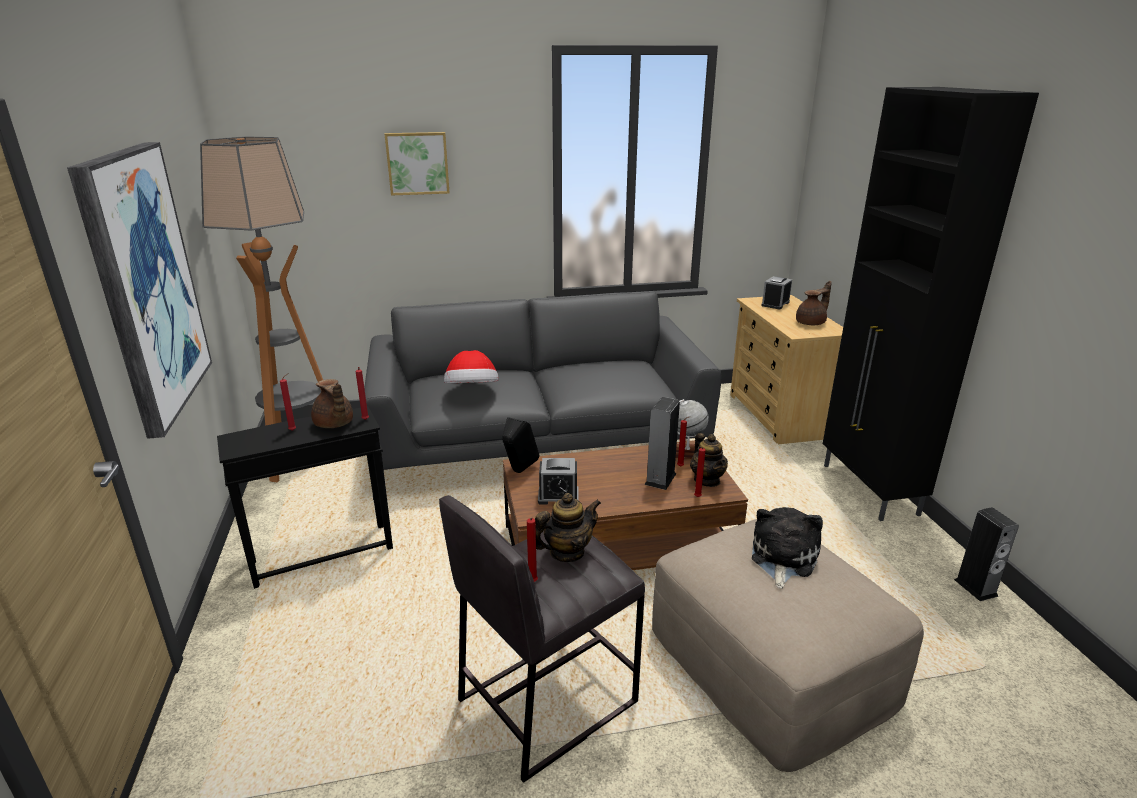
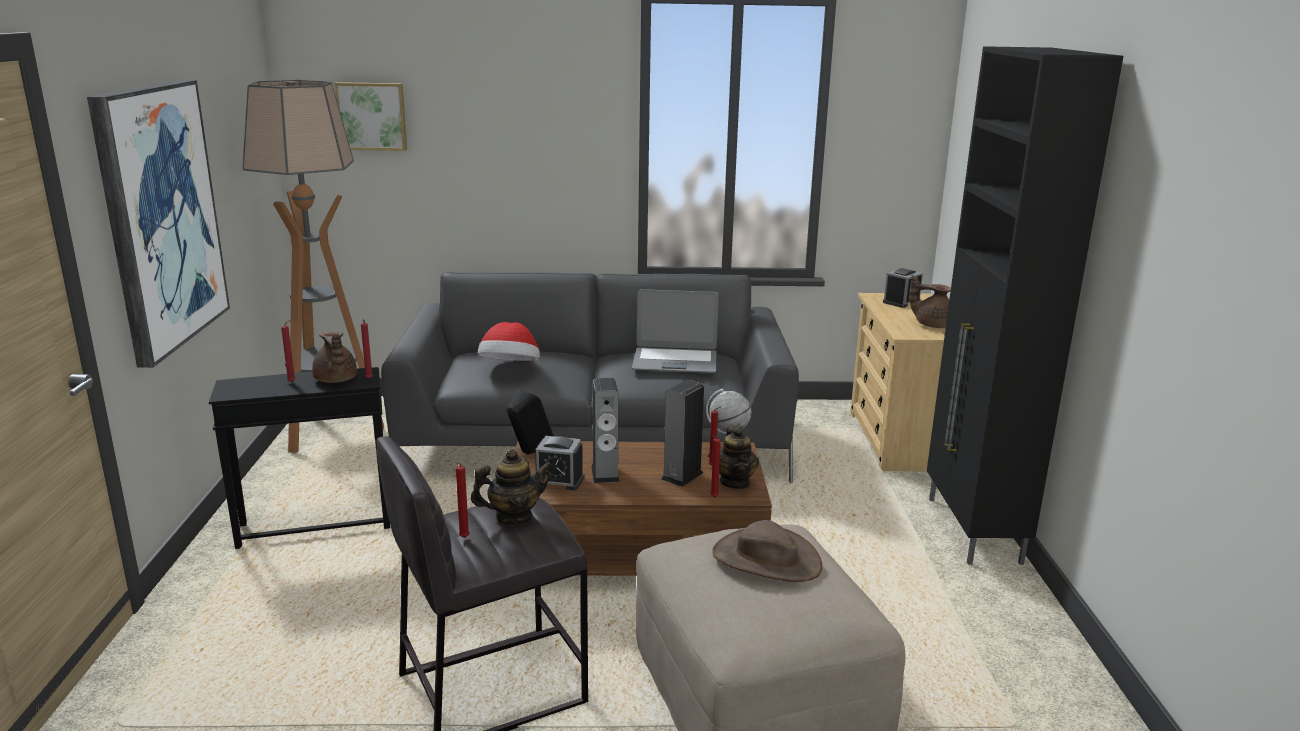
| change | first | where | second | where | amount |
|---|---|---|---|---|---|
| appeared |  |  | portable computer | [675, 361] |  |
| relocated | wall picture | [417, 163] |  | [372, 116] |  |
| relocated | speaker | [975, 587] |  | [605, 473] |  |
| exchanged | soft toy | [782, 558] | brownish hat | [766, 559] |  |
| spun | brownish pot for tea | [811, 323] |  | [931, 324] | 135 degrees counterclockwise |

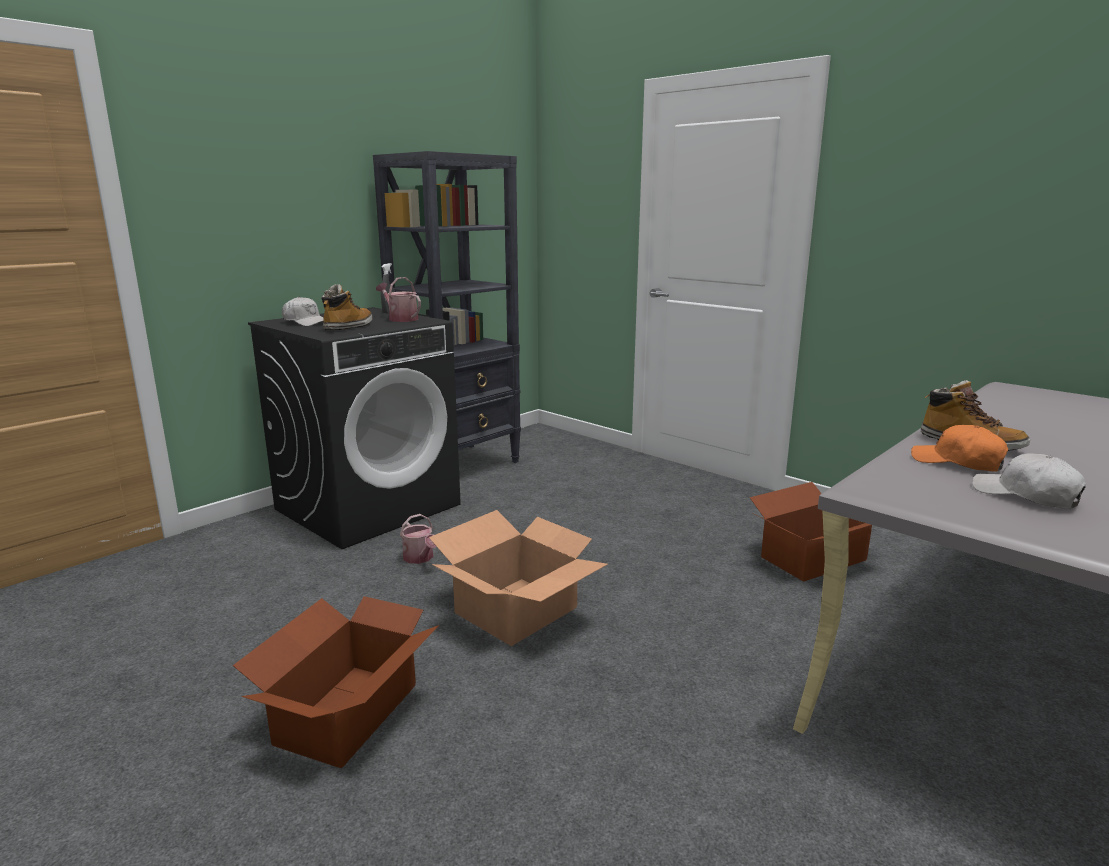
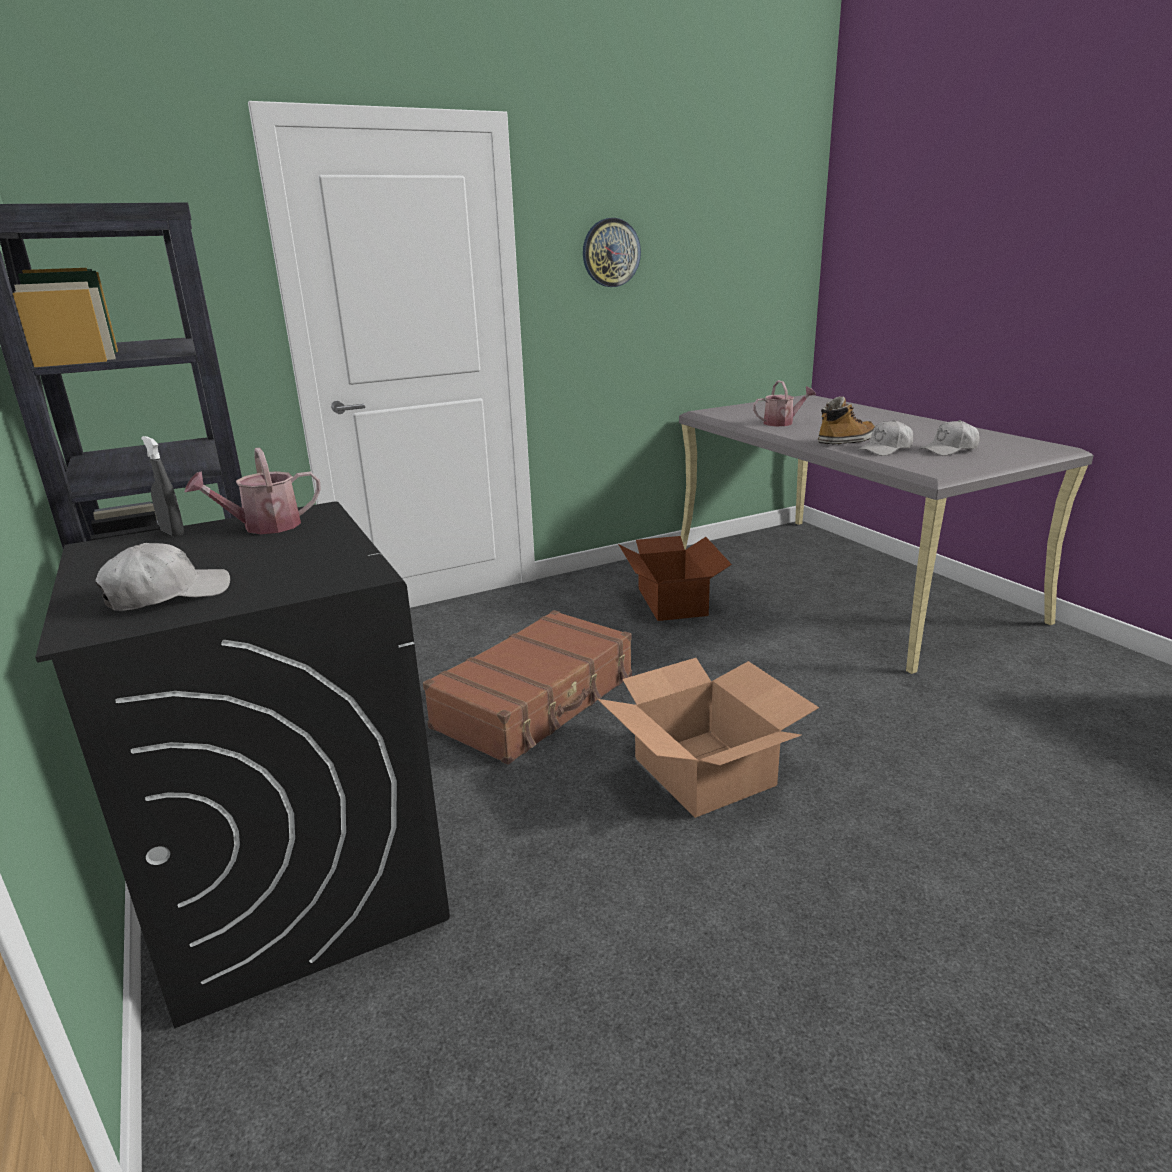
| change | first | where | second | where | amount |
|---|---|---|---|---|---|
| missing | packing box | [345, 714] |  |  |  |
| missing | high-top boot | [349, 327] |  |  |  |
| appeared |  |  | brownish piece of luggage | [537, 702] |  |
| appeared |  |  | hanging clock | [611, 253] |  |
| relocated | watering pot | [420, 558] |  | [782, 423] |  |
| colour | orange peaked cap | [957, 462] | white-coloured peaked cap | [886, 449] |  |

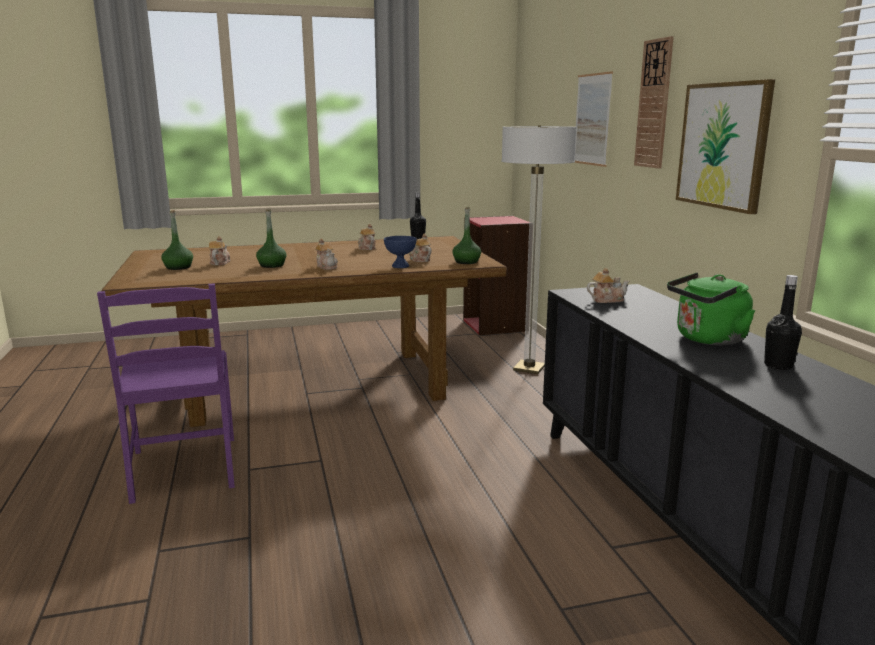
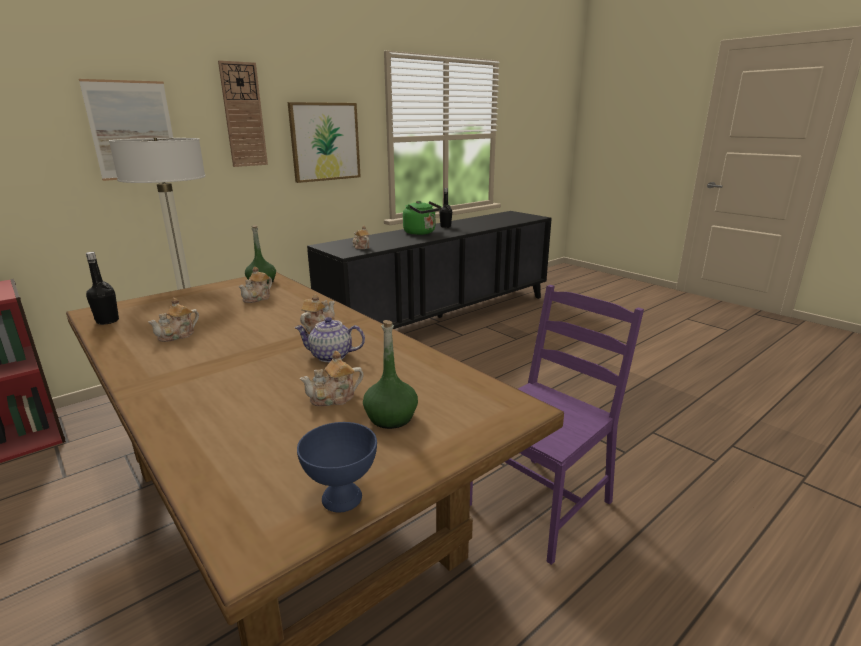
| change | first | where | second | where | amount |
|---|---|---|---|---|---|
| relocated | bluish bowl | [400, 266] |  | [343, 498] |  |
| exchanged | green-coloured bottle | [271, 265] | pot for tea | [330, 356] |  |

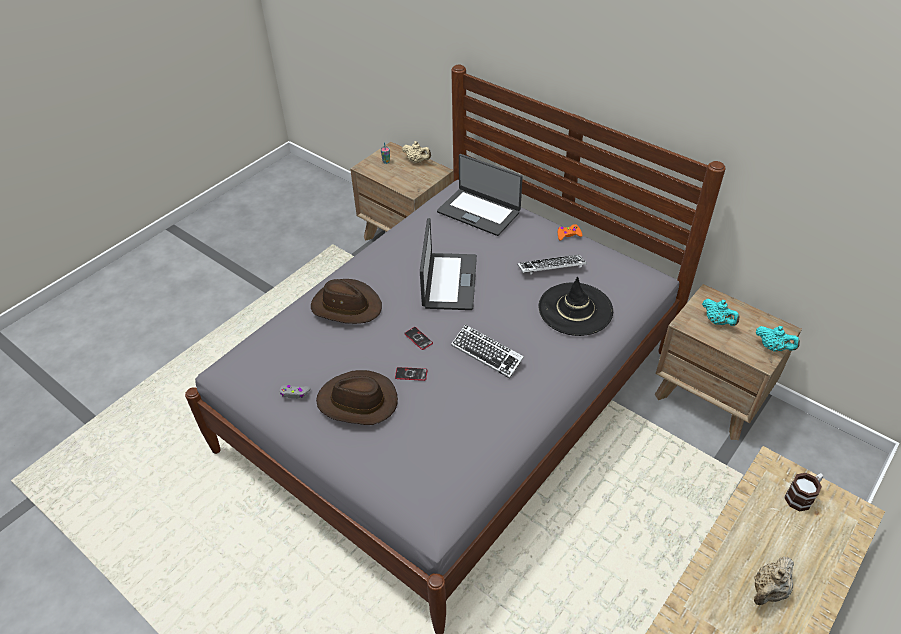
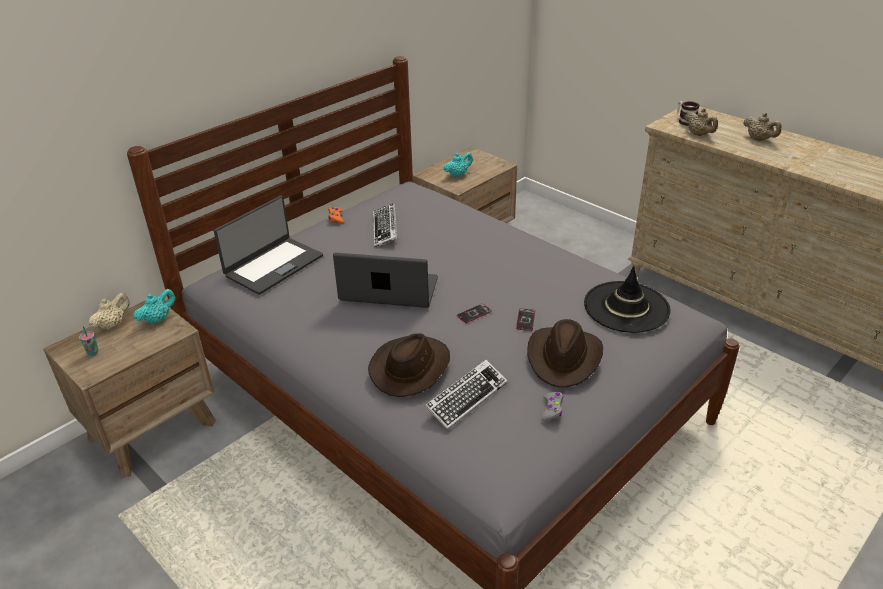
| change | first | where | second | where | amount |
|---|---|---|---|---|---|
| appeared |  |  | sand-coloured pot for tea | [699, 134] |  |
| relocated | computer keyboard | [487, 354] |  | [466, 398] |  |
| relocated | blackish hat | [575, 309] |  | [626, 307] |  |
| relocated | turquoise-coloured pot for tea | [773, 347] |  | [158, 319] |  |

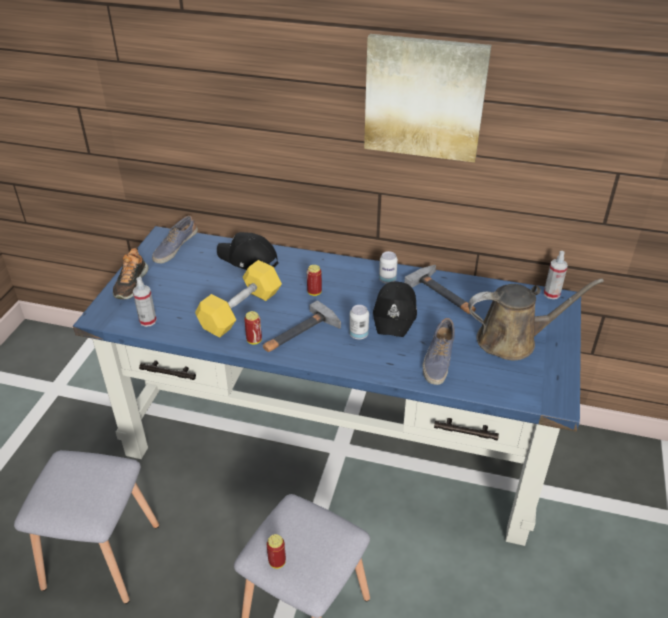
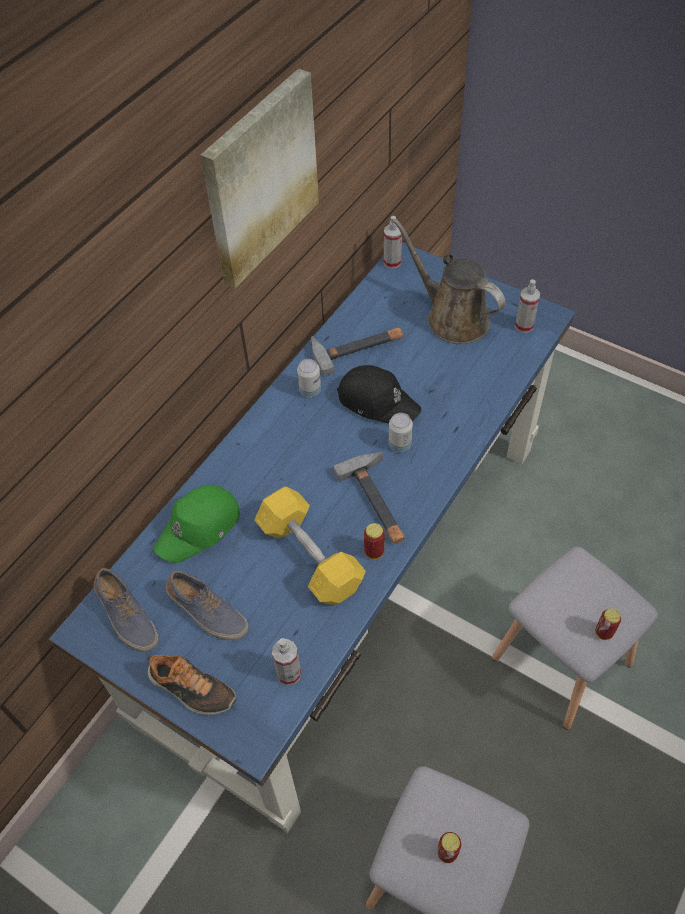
| change | first | where | second | where | amount |
|---|---|---|---|---|---|
| appeared |  |  | spray bottle | [524, 325] |  |
| relocated | sealed can | [314, 292] |  | [447, 852] |  |
| relocated | item of footwear | [438, 360] |  | [207, 613] |  |
| colour | blackish peaked cap | [247, 259] | green-coloured peaked cap | [200, 528] |  |
| spun | brownish watering pot | [512, 340] |  | [452, 317] | 60 degrees counterclockwise |

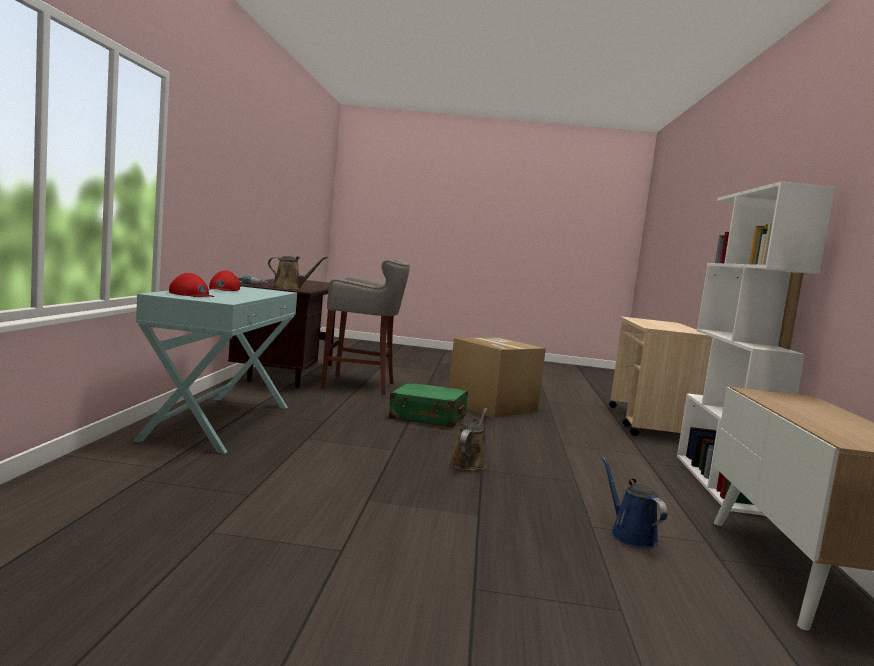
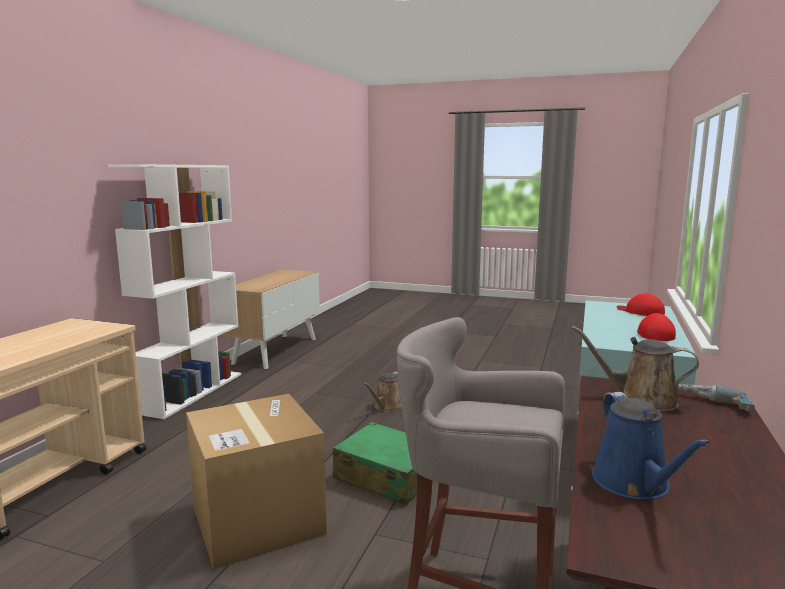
| change | first | where | second | where | amount |
|---|---|---|---|---|---|
| relocated | bluish watering pot | [630, 535] |  | [634, 484] |  |

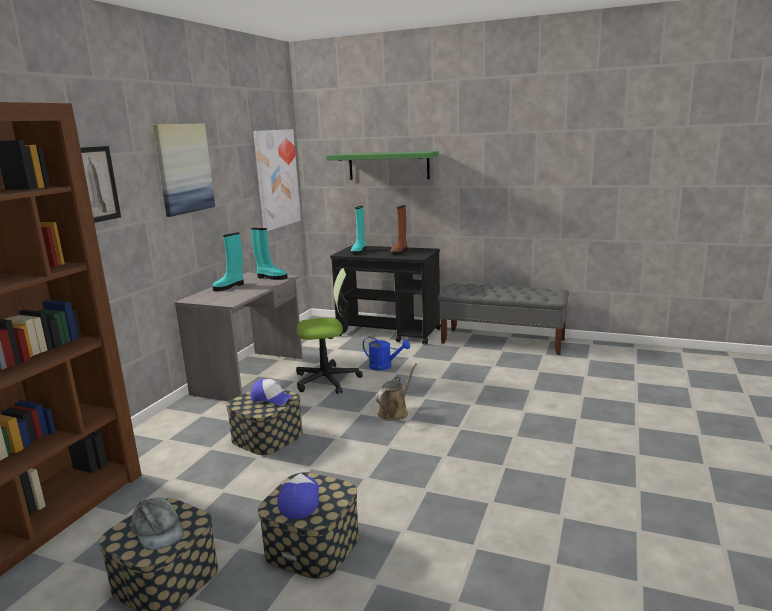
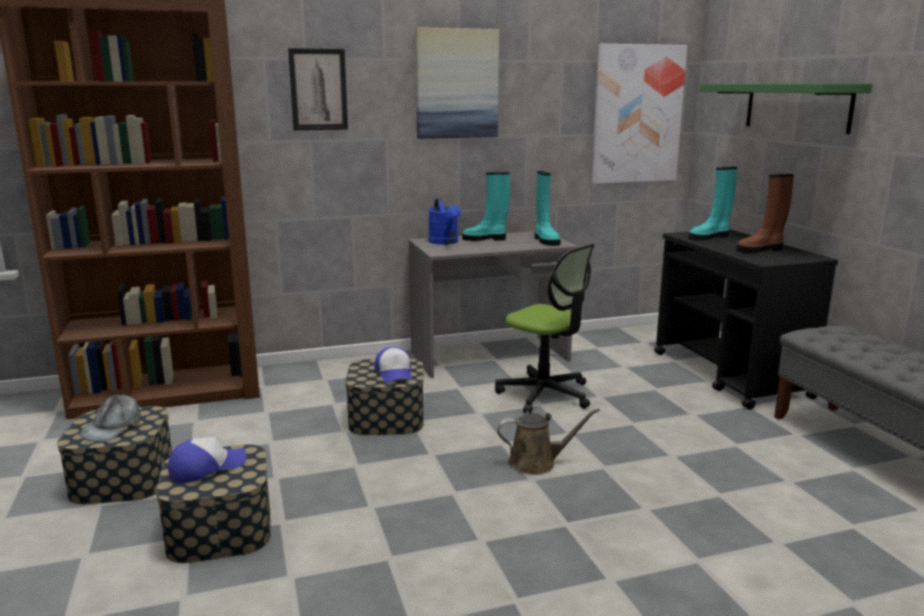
| change | first | where | second | where | amount |
|---|---|---|---|---|---|
| relocated | bluish watering pot | [384, 366] |  | [445, 242] |  |

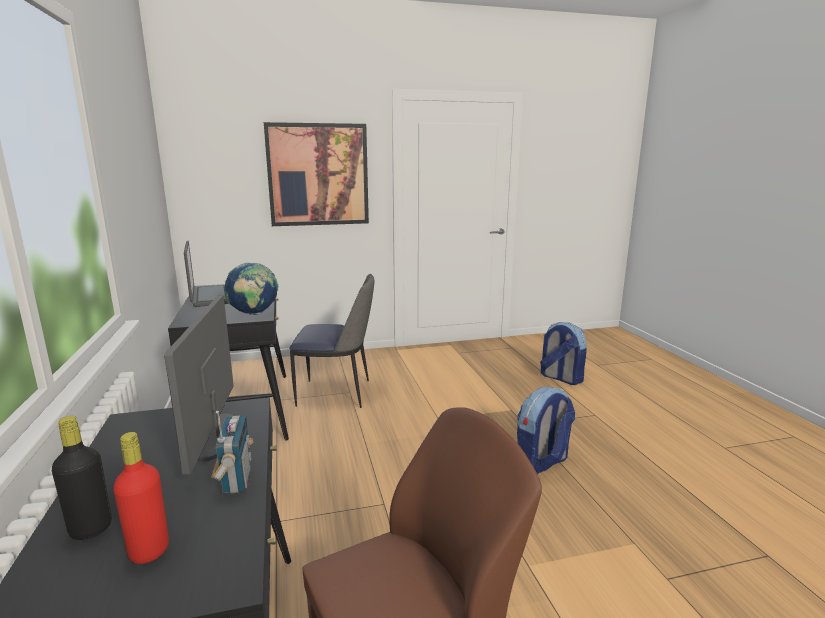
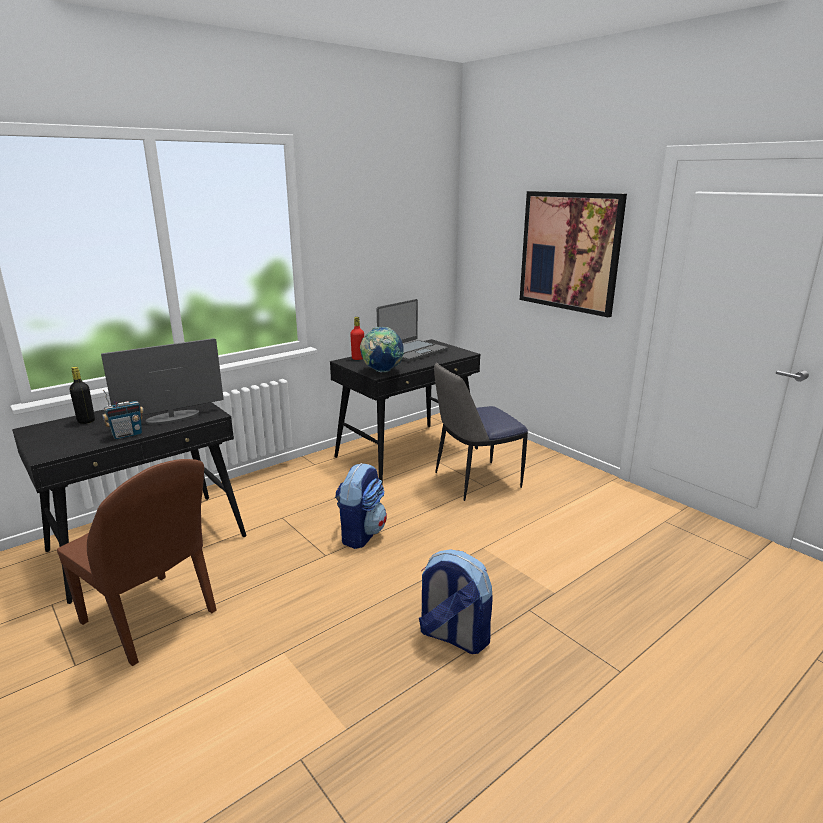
| change | first | where | second | where | amount |
|---|---|---|---|---|---|
| relocated | red bottle | [149, 551] |  | [358, 358] |  |
| relocated | backpack | [560, 378] |  | [361, 534] |  |
| spun | upright chair | [336, 393] |  | [475, 480] | 90 degrees clockwise |

